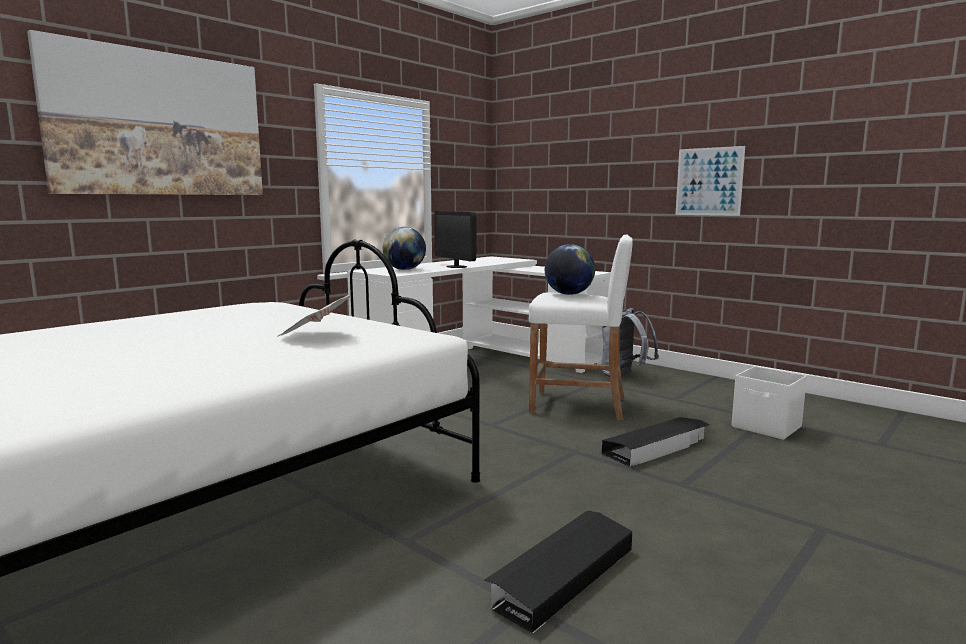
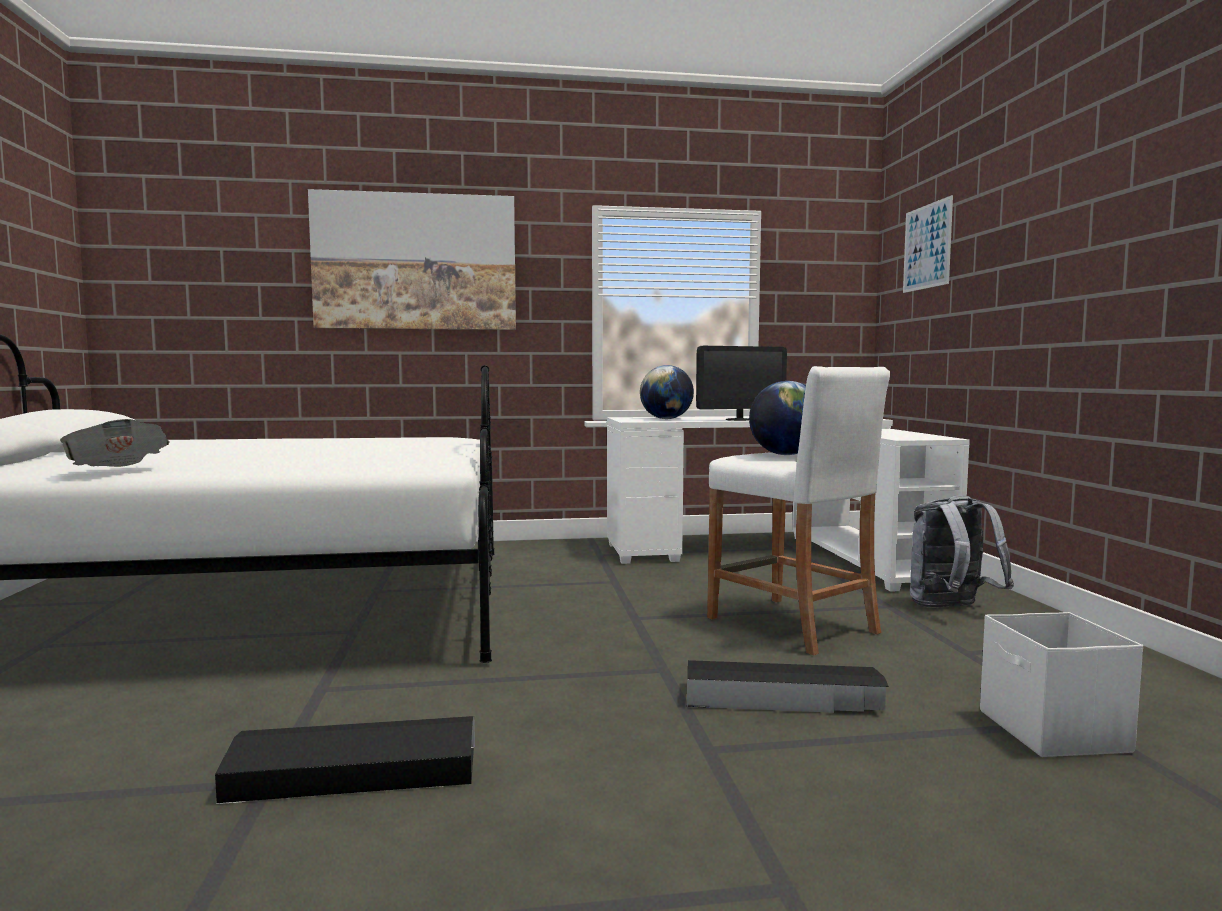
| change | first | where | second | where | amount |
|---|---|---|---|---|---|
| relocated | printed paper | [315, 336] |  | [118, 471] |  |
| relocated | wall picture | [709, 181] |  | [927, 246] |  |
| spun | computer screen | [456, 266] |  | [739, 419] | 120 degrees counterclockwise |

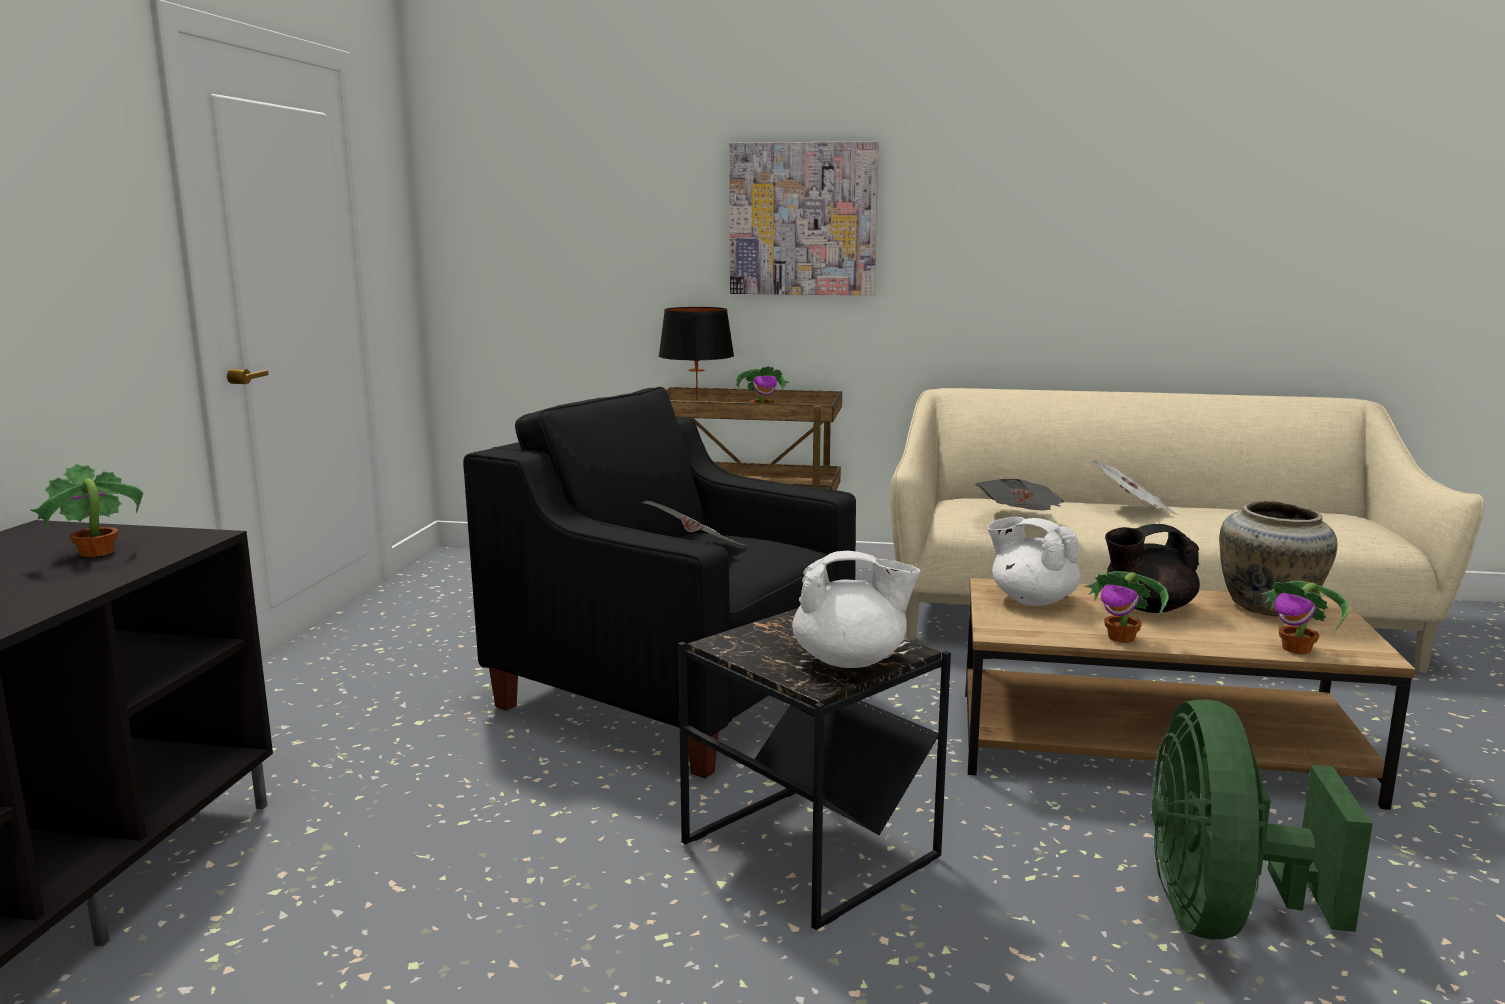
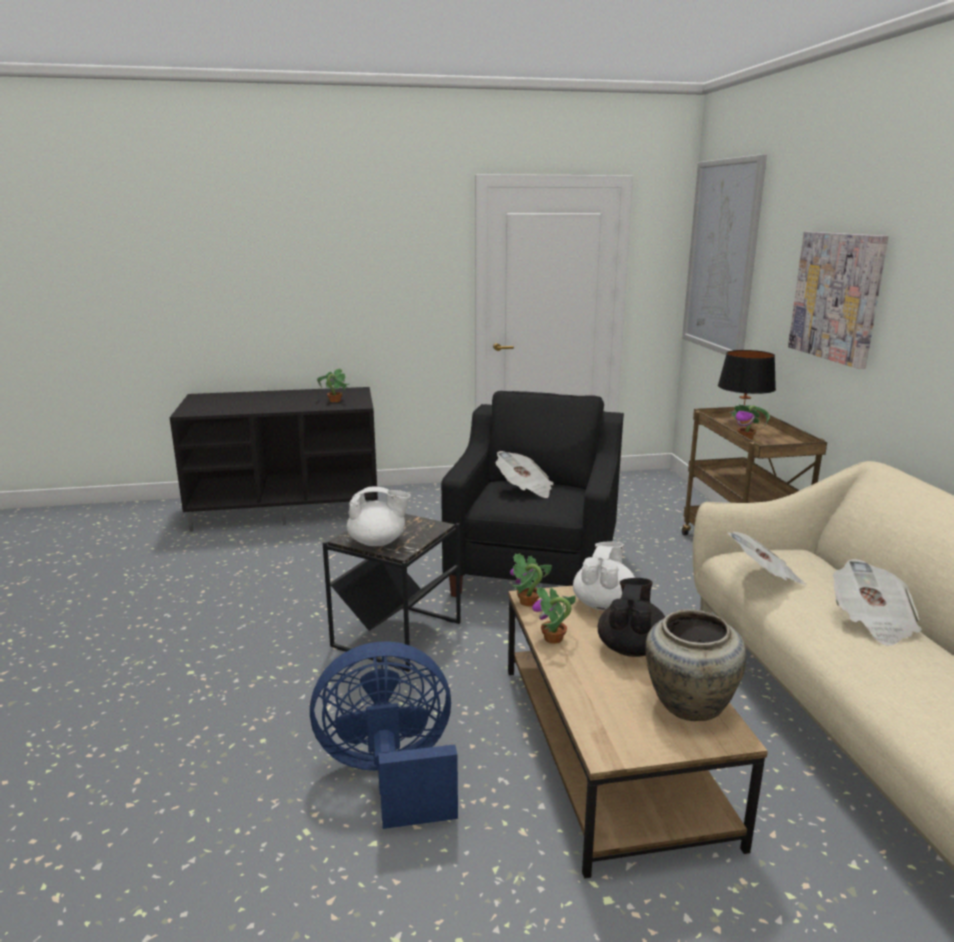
| change | first | where | second | where | amount |
|---|---|---|---|---|---|
| appeared |  |  | wall picture | [722, 257] |  |
| relocated | plant in a pot | [1297, 649] |  | [528, 602] |  |
| colour | green-coloured electric fan | [1223, 915] | bluish electric fan | [390, 776] |  |
| spun | white-coloured pot for tea | [851, 661] |  | [378, 542] | 75 degrees counterclockwise |
| spun | blackish pot for tea | [1147, 607] |  | [631, 648] | 45 degrees clockwise |

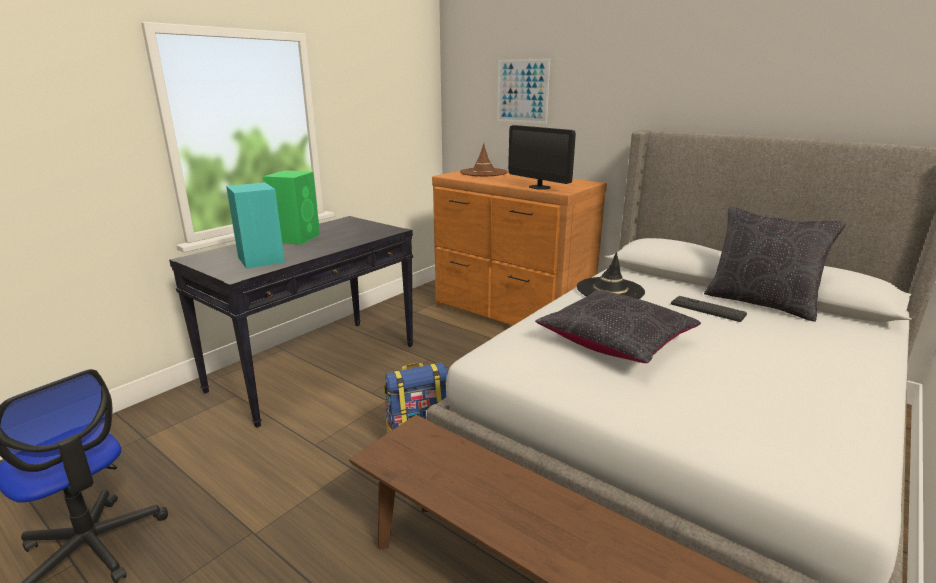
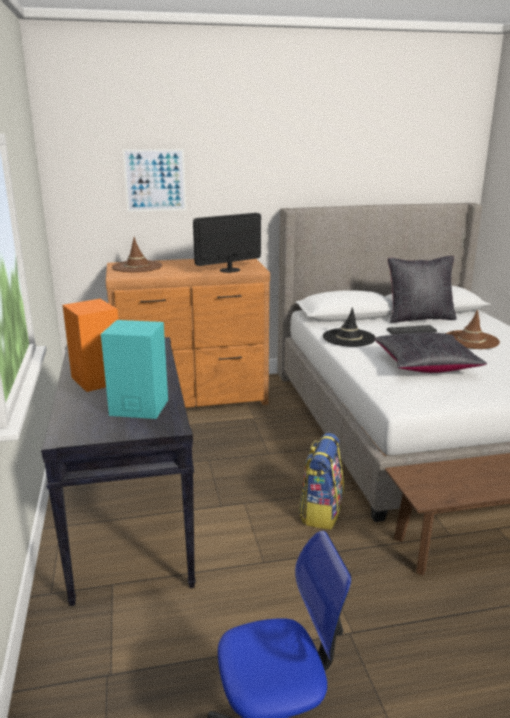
| change | first | where | second | where | amount |
|---|---|---|---|---|---|
| appeared |  |  | brownish hat | [471, 340] |  |
| colour | green-coloured speaker | [297, 238] | orange speaker | [96, 379] |  |
| spun | computer screen | [539, 187] |  | [229, 270] | 150 degrees clockwise |

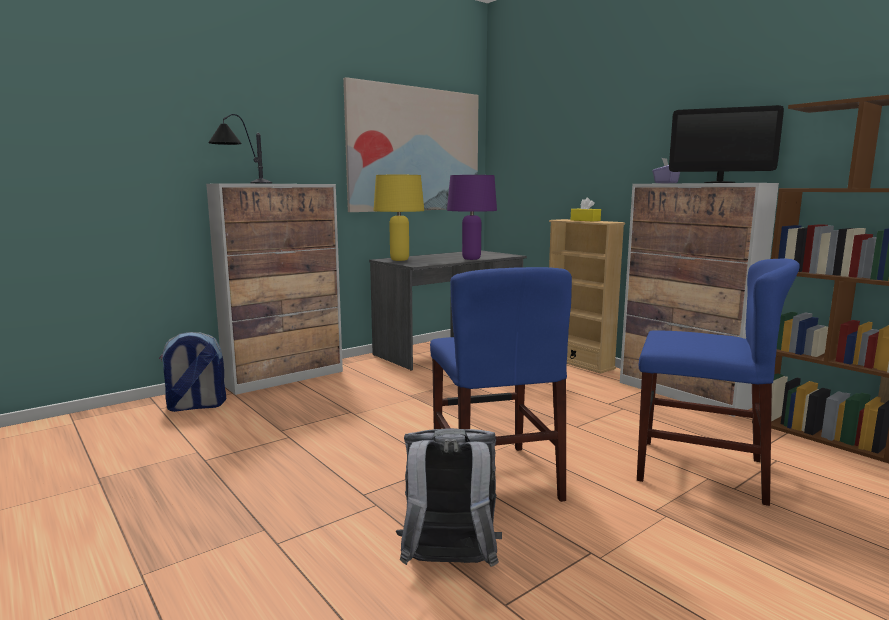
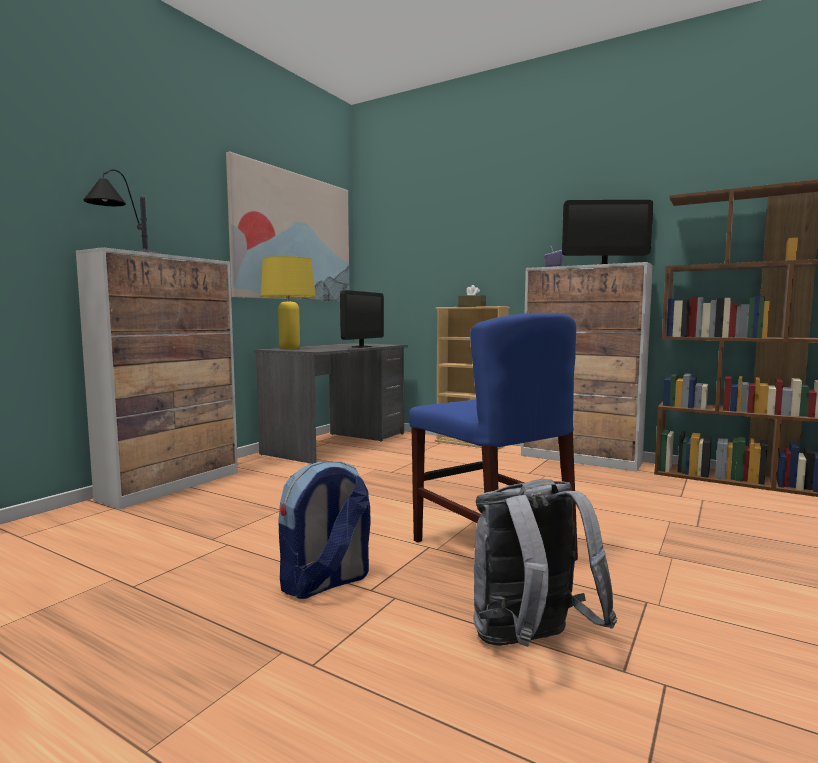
| change | first | where | second | where | amount |
|---|---|---|---|---|---|
| missing | bluish upright chair | [699, 470] |  |  |  |
| relocated | backpack | [195, 406] |  | [325, 583] |  |
| exchanged | purple lamp for a table | [471, 259] | computer screen | [361, 347] |  |
| colour | yellowish box of tissues | [585, 220] | brownish box of tissues | [472, 306] |  |

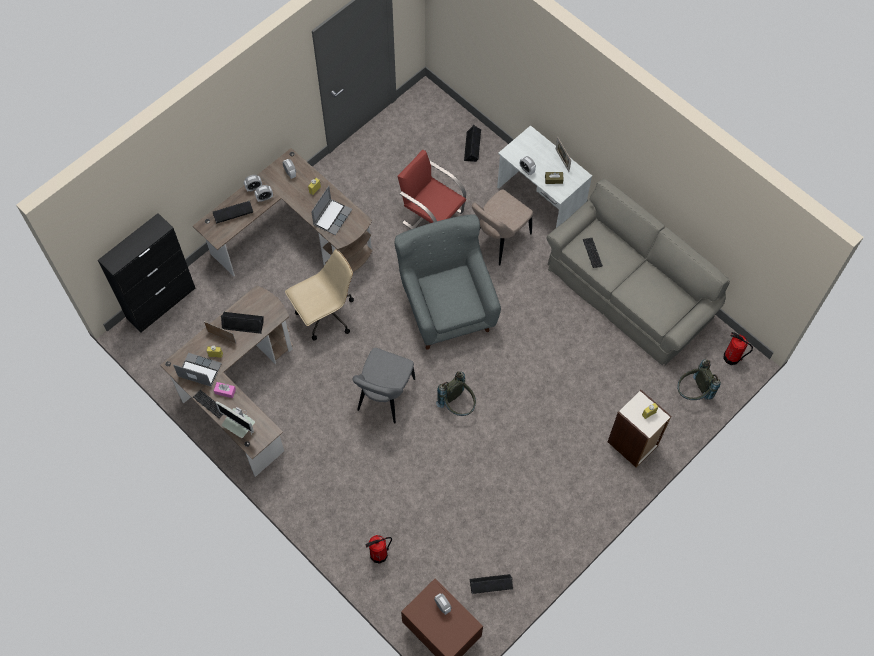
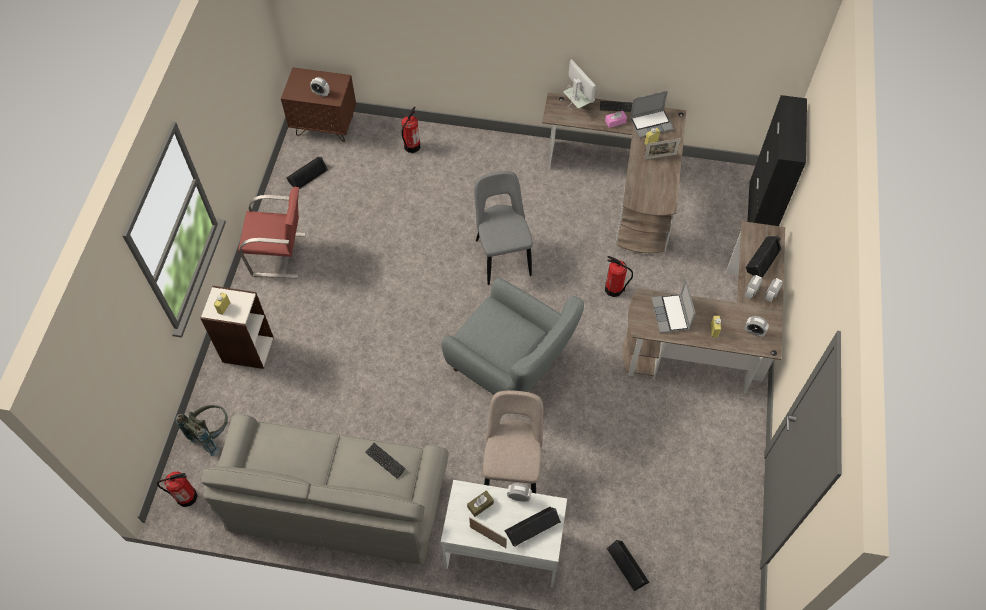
| change | first | where | second | where | amount |
|---|---|---|---|---|---|
| missing | grey backpack | [457, 405] |  |  |  |
| relocated | blackish speaker | [243, 323] |  | [532, 528] |  |
| relocated | red upright chair | [432, 216] |  | [280, 255] |  |
| exchanged | sand-coloured computer chair | [325, 315] | fire extinguisher | [614, 289] |  |
| spun | computer screen | [241, 428] |  | [577, 106] | 60 degrees clockwise |

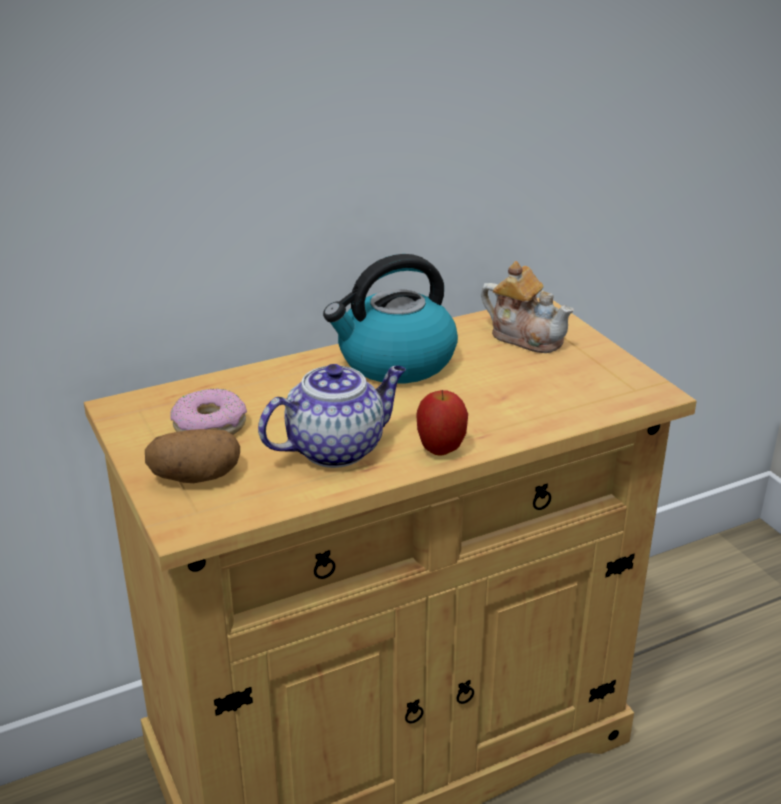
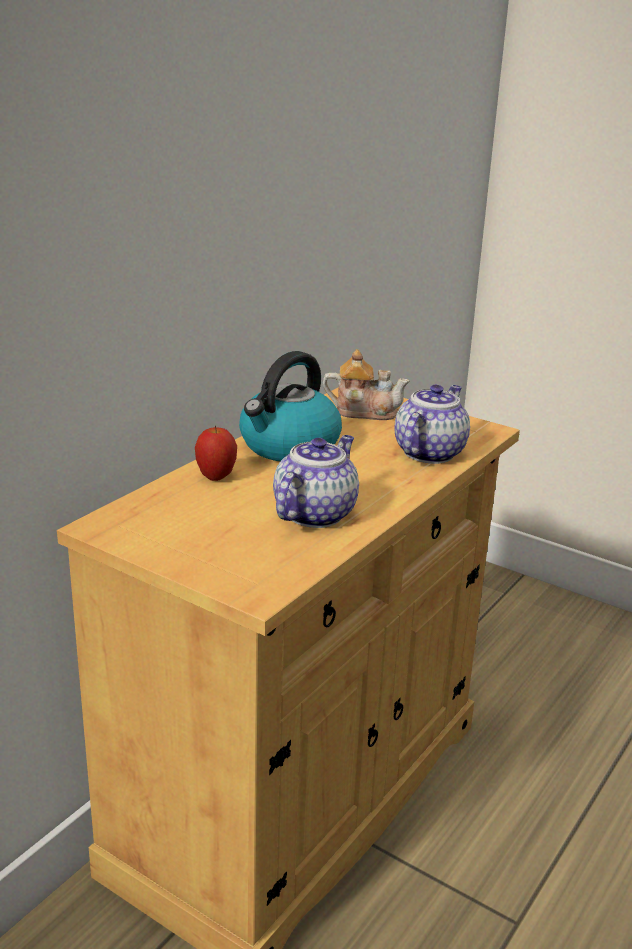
| change | first | where | second | where | amount |
|---|---|---|---|---|---|
| missing | whole potato | [195, 477] |  |  |  |
| missing | ring doughnut | [210, 426] |  |  |  |
| appeared |  |  | pot for tea | [429, 452] |  |
| relocated | apple fruit | [441, 450] |  | [216, 477] |  |

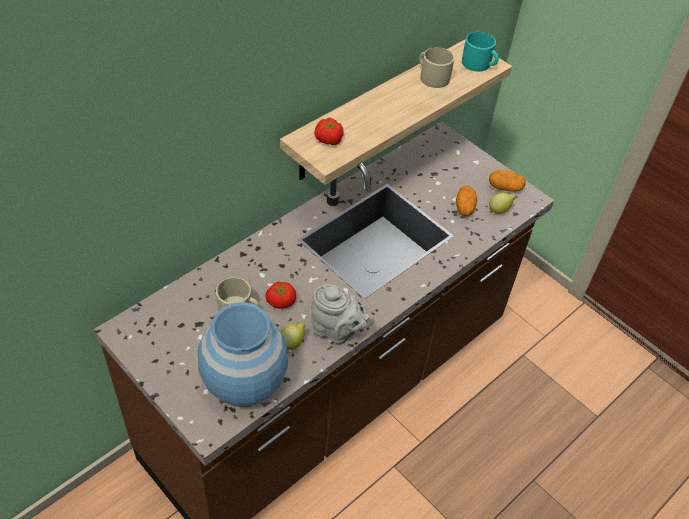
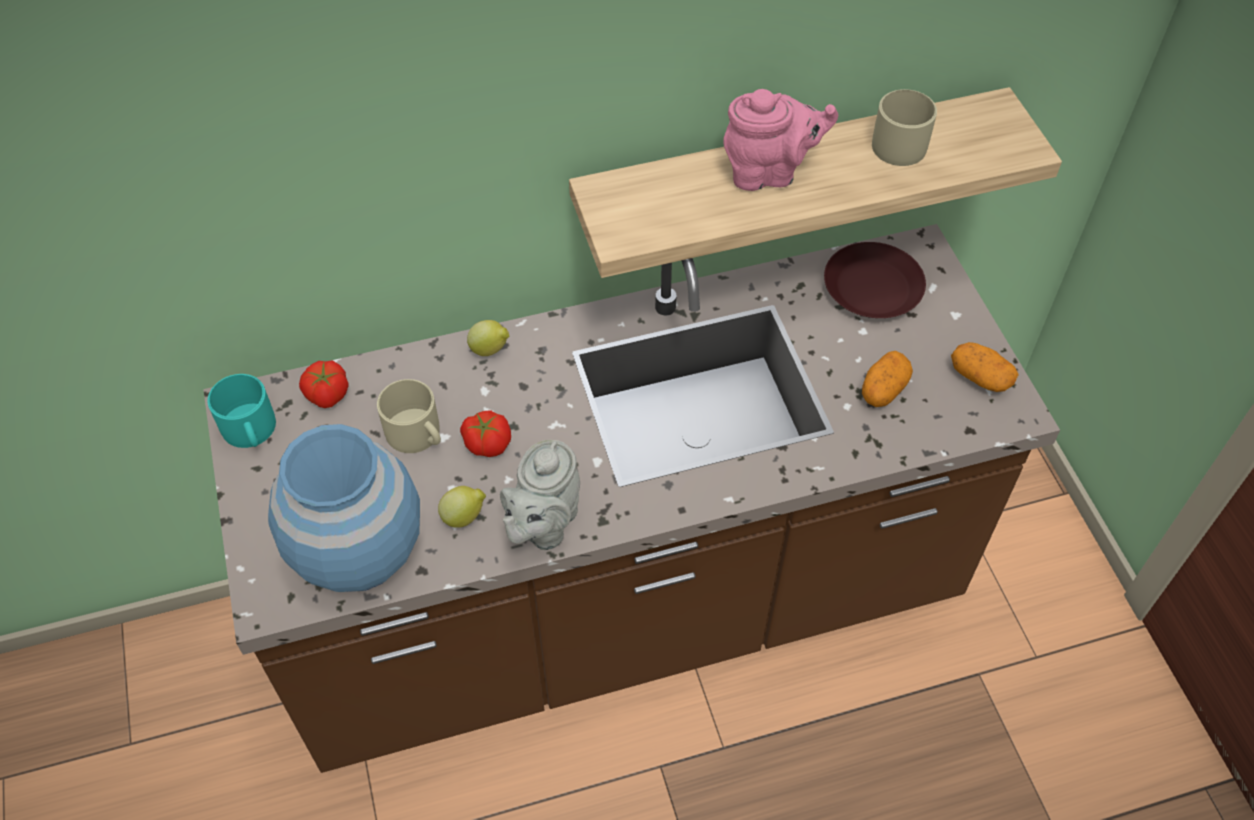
| change | first | where | second | where | amount |
|---|---|---|---|---|---|
| appeared |  |  | pink-coloured pot for tea | [769, 172] |  |
| appeared |  |  | brownish flat dish | [872, 287] |  |
| relocated | tomato | [328, 139] |  | [326, 394] |  |
| relocated | turquoise-coloured coffee mug | [479, 64] |  | [250, 431] |  |
| relocated | citrus fruit | [499, 210] |  | [490, 350] |  |
| spun | grey pot for tea | [337, 331] |  | [543, 524] | 60 degrees clockwise |

